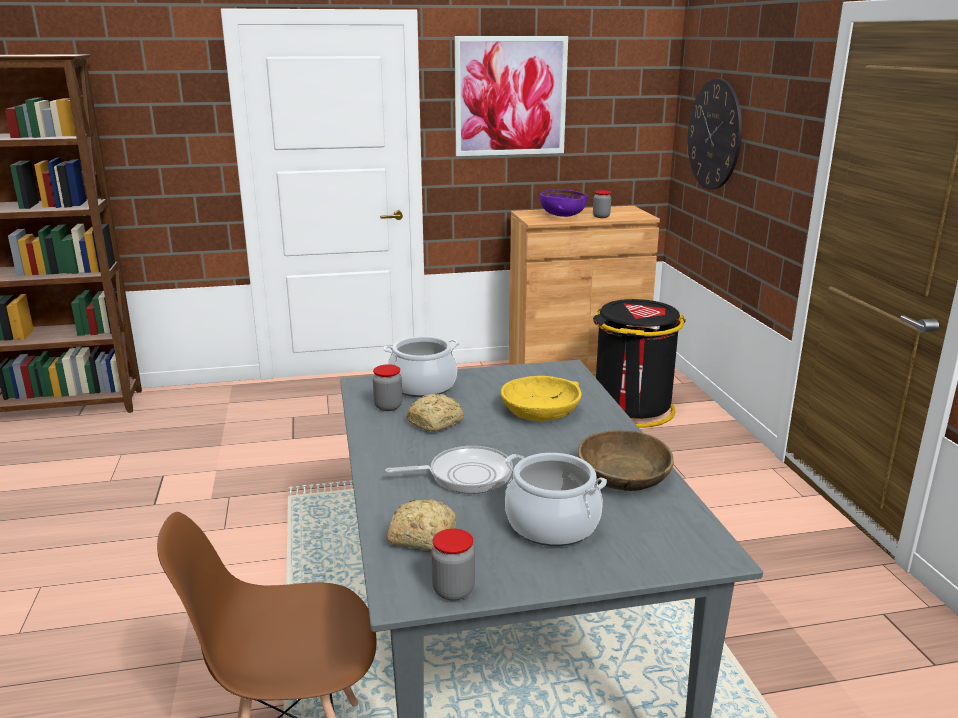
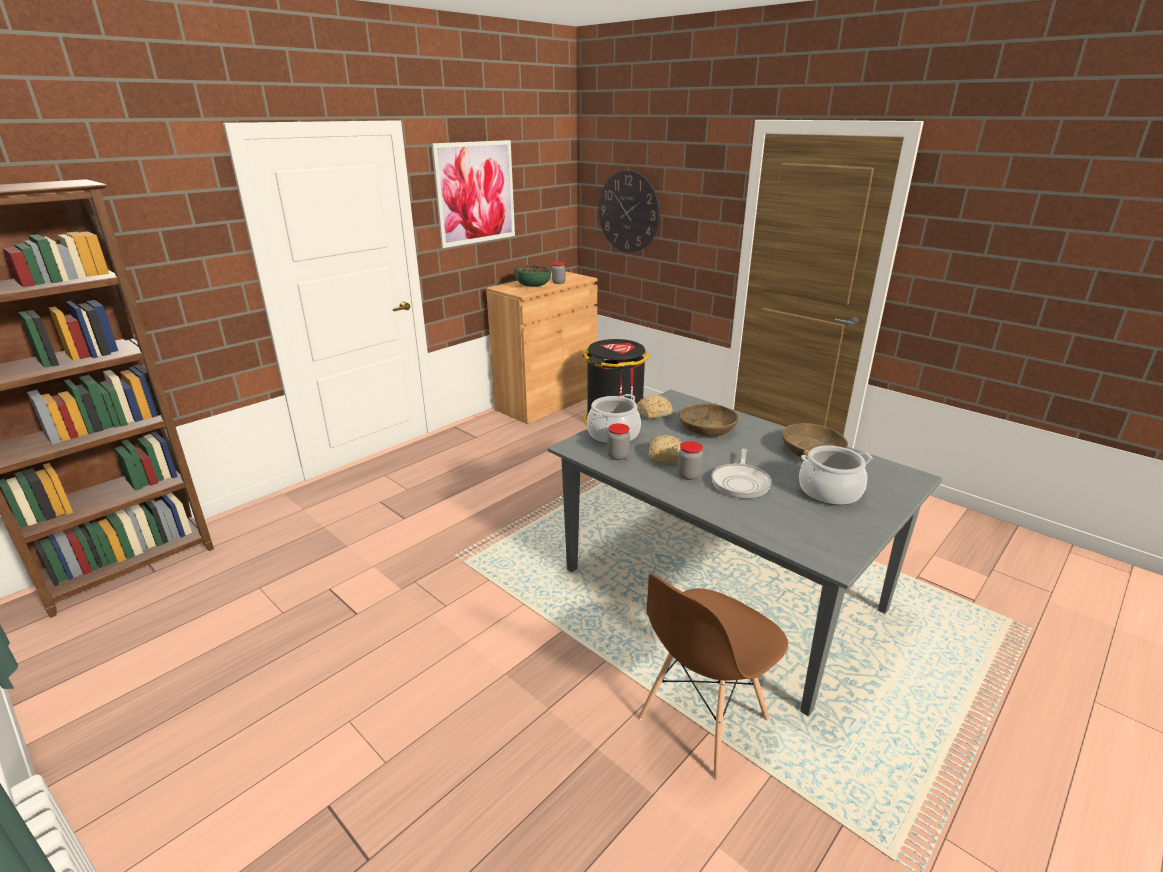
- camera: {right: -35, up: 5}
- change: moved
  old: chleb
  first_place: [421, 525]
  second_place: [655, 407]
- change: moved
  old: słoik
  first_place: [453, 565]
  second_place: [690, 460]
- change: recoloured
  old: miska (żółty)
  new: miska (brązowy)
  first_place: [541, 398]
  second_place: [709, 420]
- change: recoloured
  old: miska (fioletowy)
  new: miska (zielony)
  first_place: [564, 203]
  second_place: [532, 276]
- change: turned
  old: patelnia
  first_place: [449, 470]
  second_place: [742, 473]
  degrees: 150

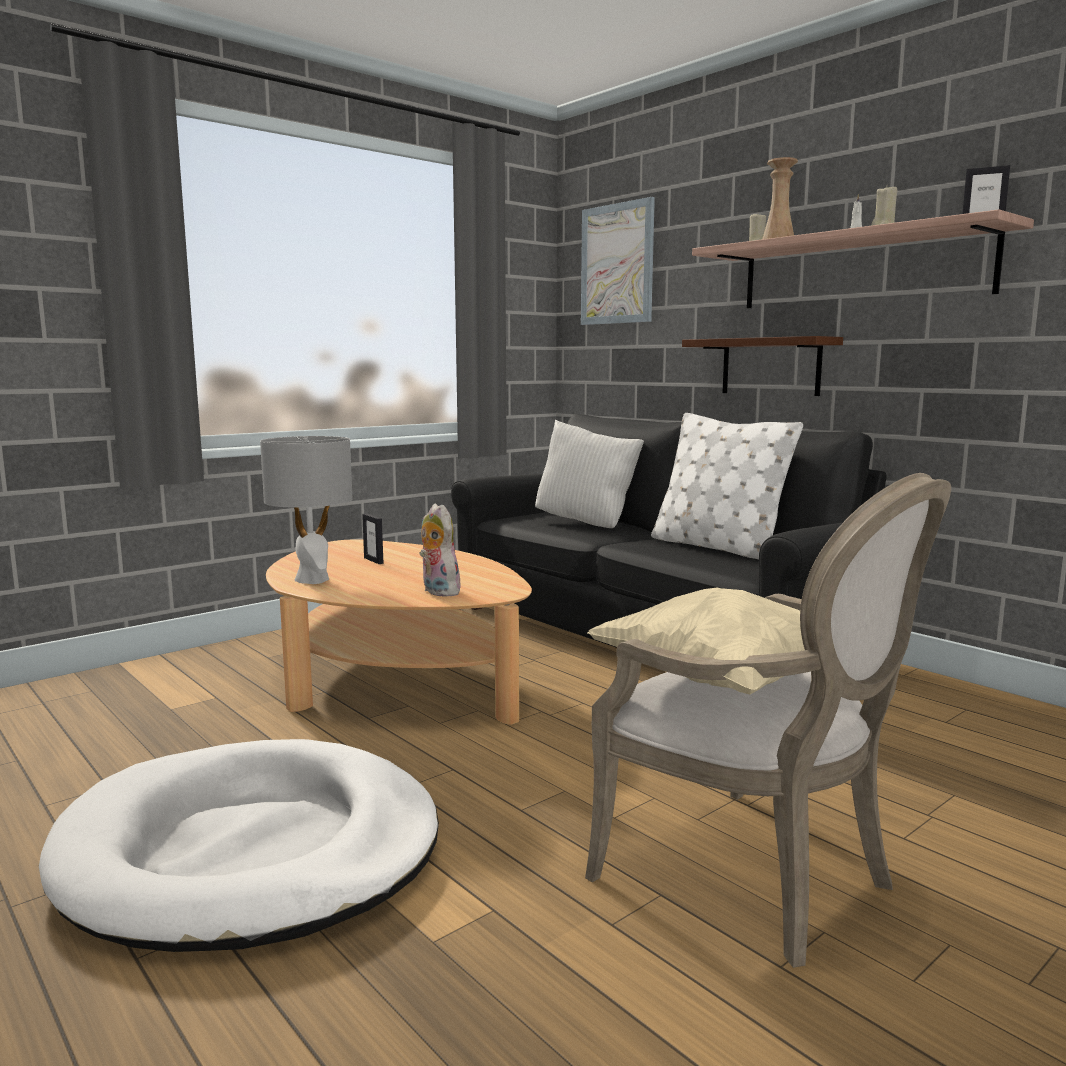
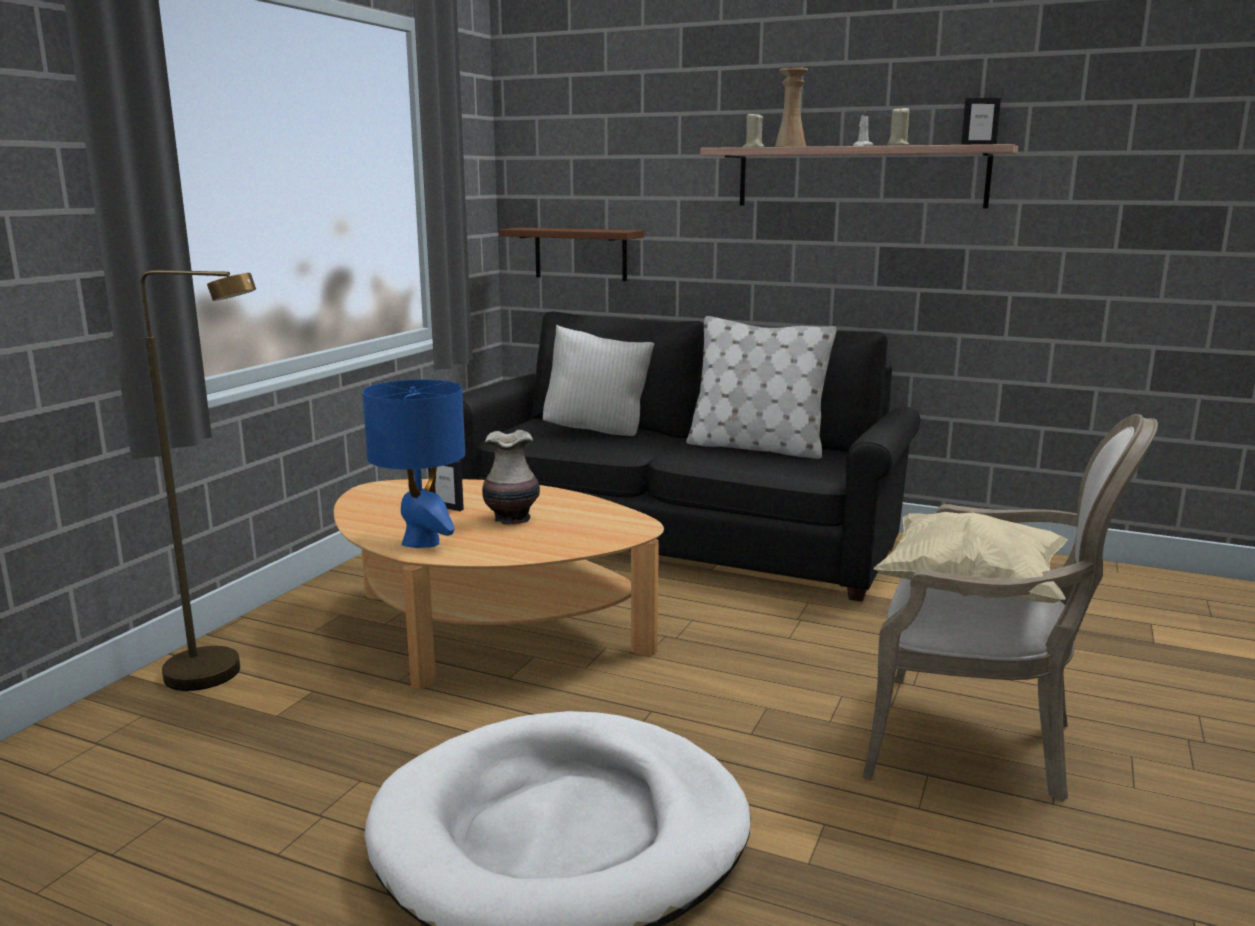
- camera: {right: -25, up: 5}
- change: removed
  old: pluszak
  first_place: [440, 550]
- change: removed
  old: obraz
  first_place: [618, 261]
- change: added
  new: lampa stojąca (brązowy)
  second_place: [198, 480]
- change: added
  new: wazon
  second_place: [511, 477]
- change: moved
  old: półka (brązowy)
  first_place: [762, 366]
  second_place: [571, 254]
- change: recoloured
  old: lampa stołowa (szary)
  new: lampa stołowa (niebieski)
  first_place: [306, 510]
  second_place: [413, 463]

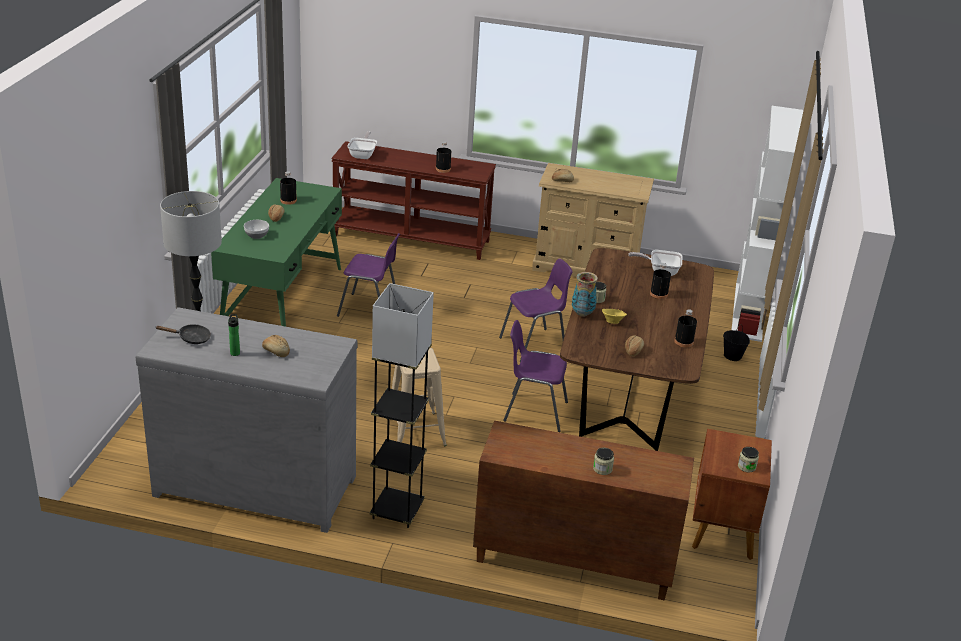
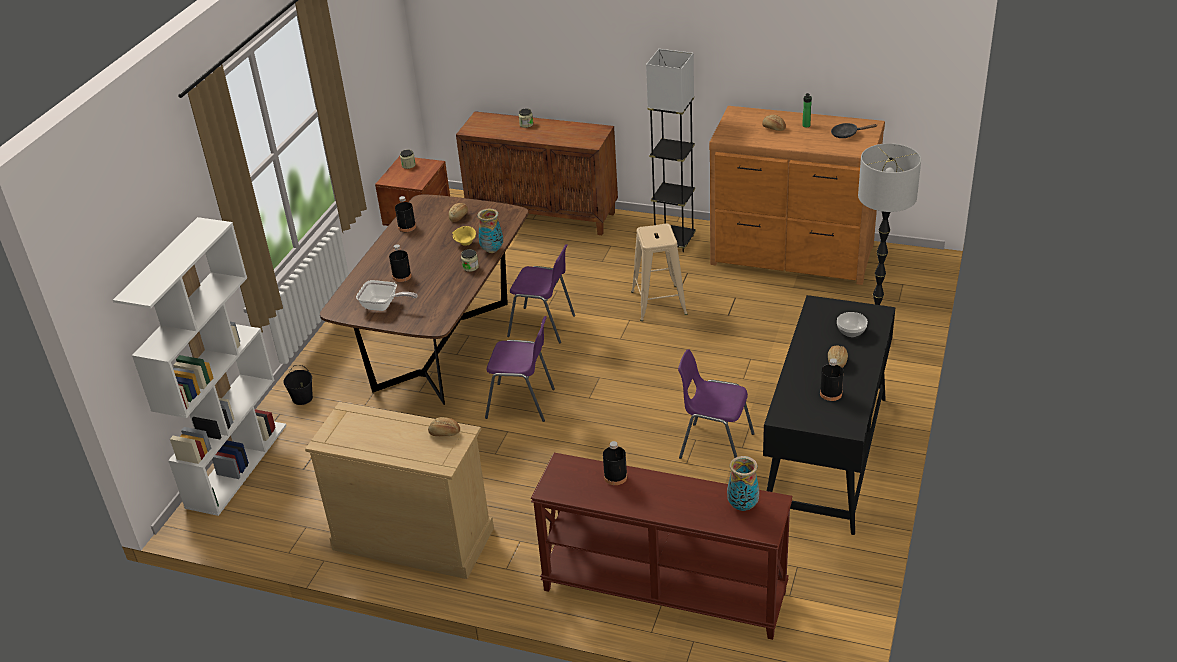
- camera: {right: -170, up: 5}
- change: replaced
  old: patelnia
  new: wazon
  first_place: [362, 145]
  second_place: [743, 483]
- change: recoloured
  old: komoda (szary)
  new: komoda (brązowy)
  first_place: [246, 420]
  second_place: [797, 195]
- change: recoloured
  old: biurko (zielony)
  new: biurko (czarny)
  first_place: [276, 252]
  second_place: [829, 415]
- change: turned
  old: krzesło (fioletowy)
  first_place: [535, 310]
  second_place: [520, 369]
  degrees: -150

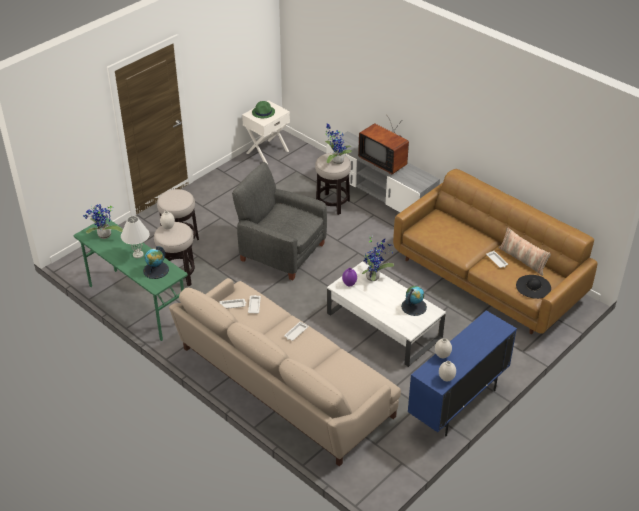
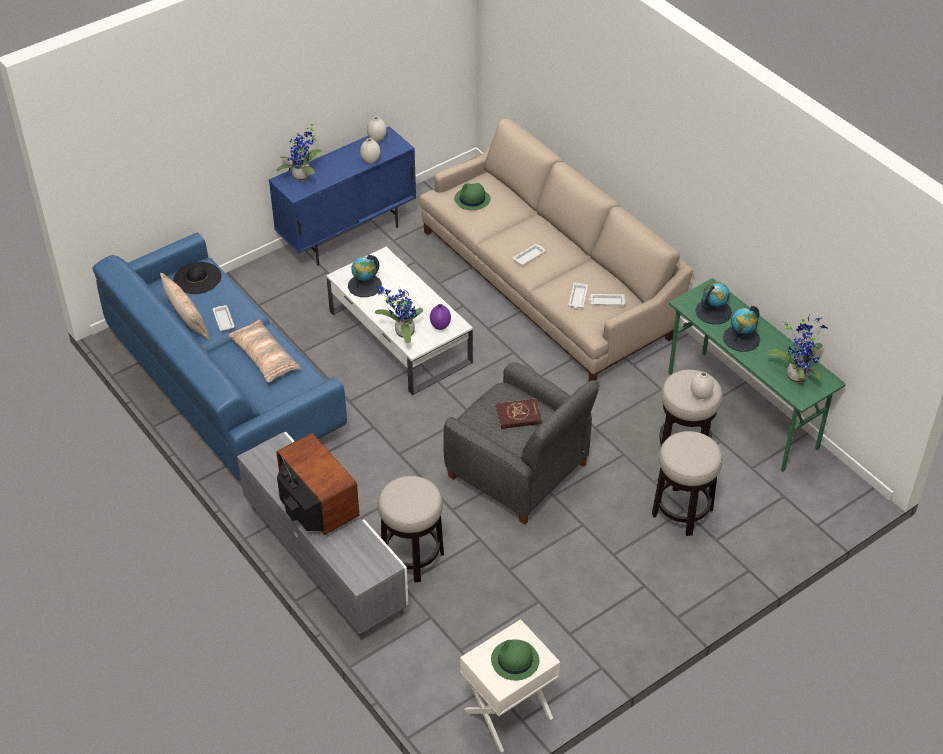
- camera: {right: -170, up: 5}
- change: added
  new: poduszka
  second_place: [264, 351]
- change: added
  new: kapelusz (zielony)
  second_place: [472, 196]
- change: added
  new: książka (czerwony)
  second_place: [519, 413]
- change: moved
  old: roślina doniczkowa
  first_place: [338, 143]
  second_place: [300, 151]
- change: replaced
  old: lampa stołowa (biały)
  new: globus
  first_place: [135, 237]
  second_place: [741, 329]
- change: recoloured
  old: kanapa (brązowy)
  new: kanapa (niebieski)
  first_place: [495, 251]
  second_place: [219, 356]

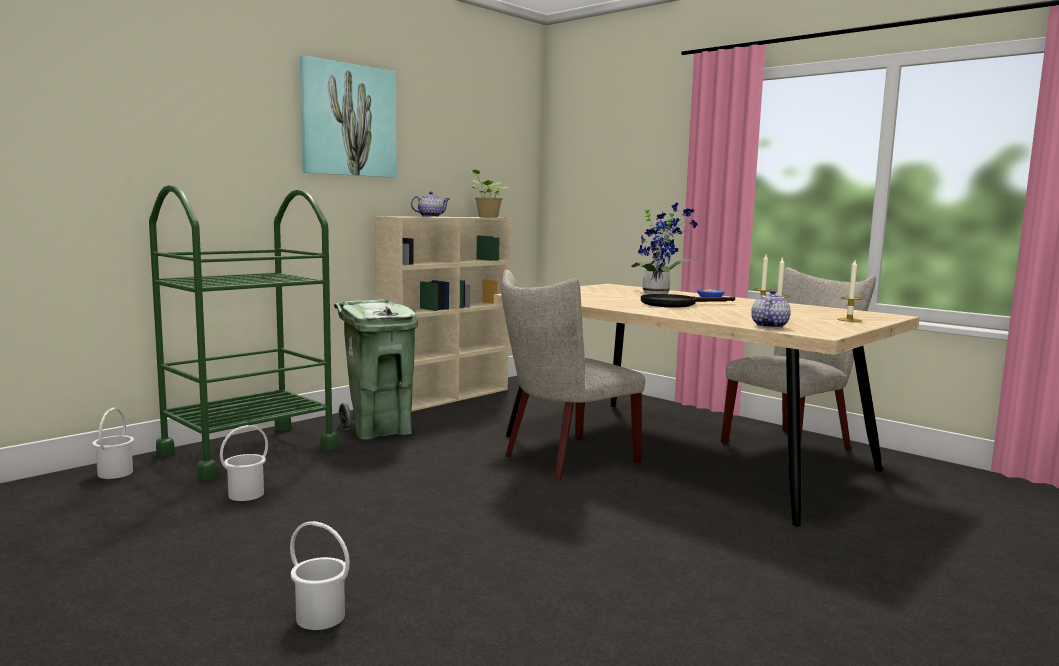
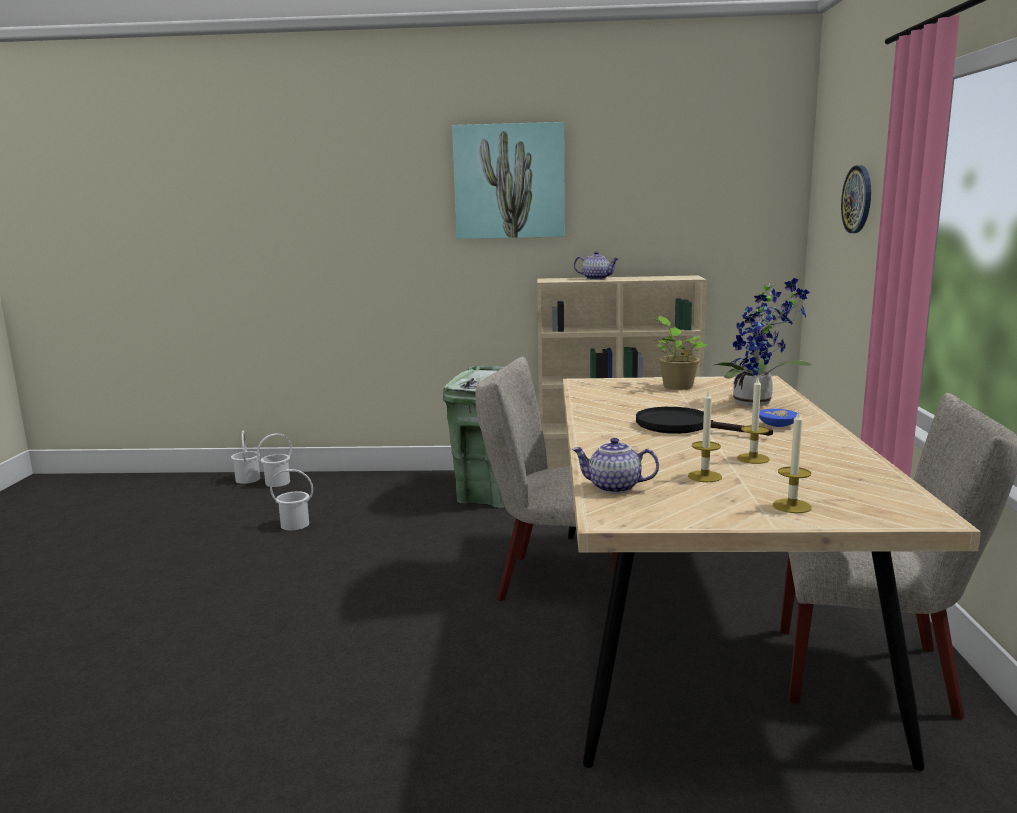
- camera: {right: 50, up: 5}
- change: removed
  old: wózek (zielony)
  first_place: [243, 333]
- change: added
  new: zegar ścienny
  second_place: [856, 199]
- change: moved
  old: wiadro (biały)
  first_place: [320, 575]
  second_place: [245, 457]
- change: moved
  old: roślina doniczkowa
  first_place: [488, 193]
  second_place: [680, 353]
- change: turned
  old: imbryk
  first_place: [771, 309]
  second_place: [615, 466]
  degrees: -150

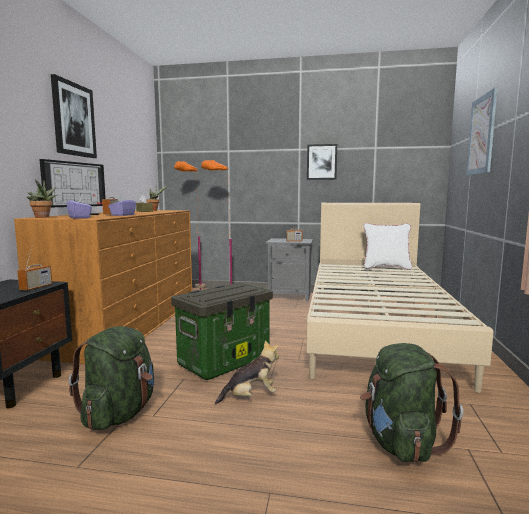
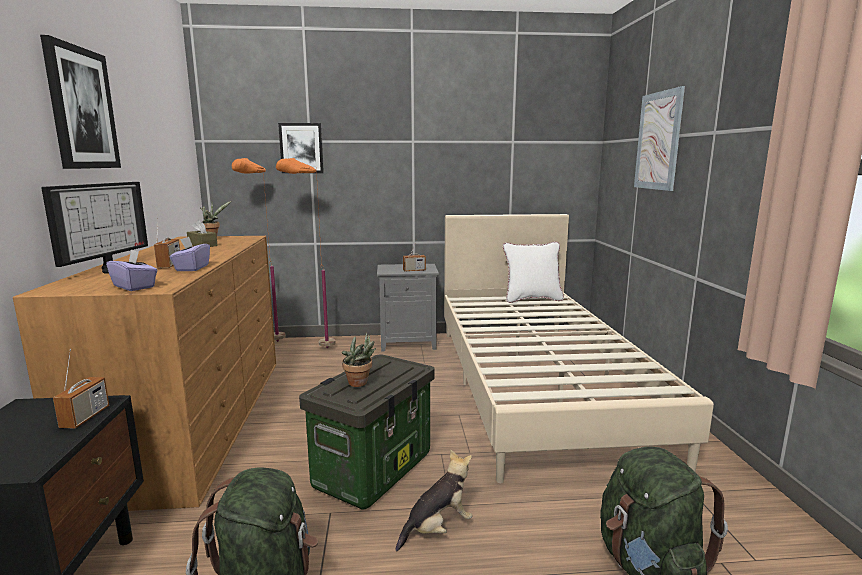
- camera: {right: -15, up: 5}
- change: moved
  old: roślina doniczkowa
  first_place: [41, 198]
  second_place: [359, 359]
- change: moved
  old: obraz
  first_place: [322, 162]
  second_place: [301, 148]

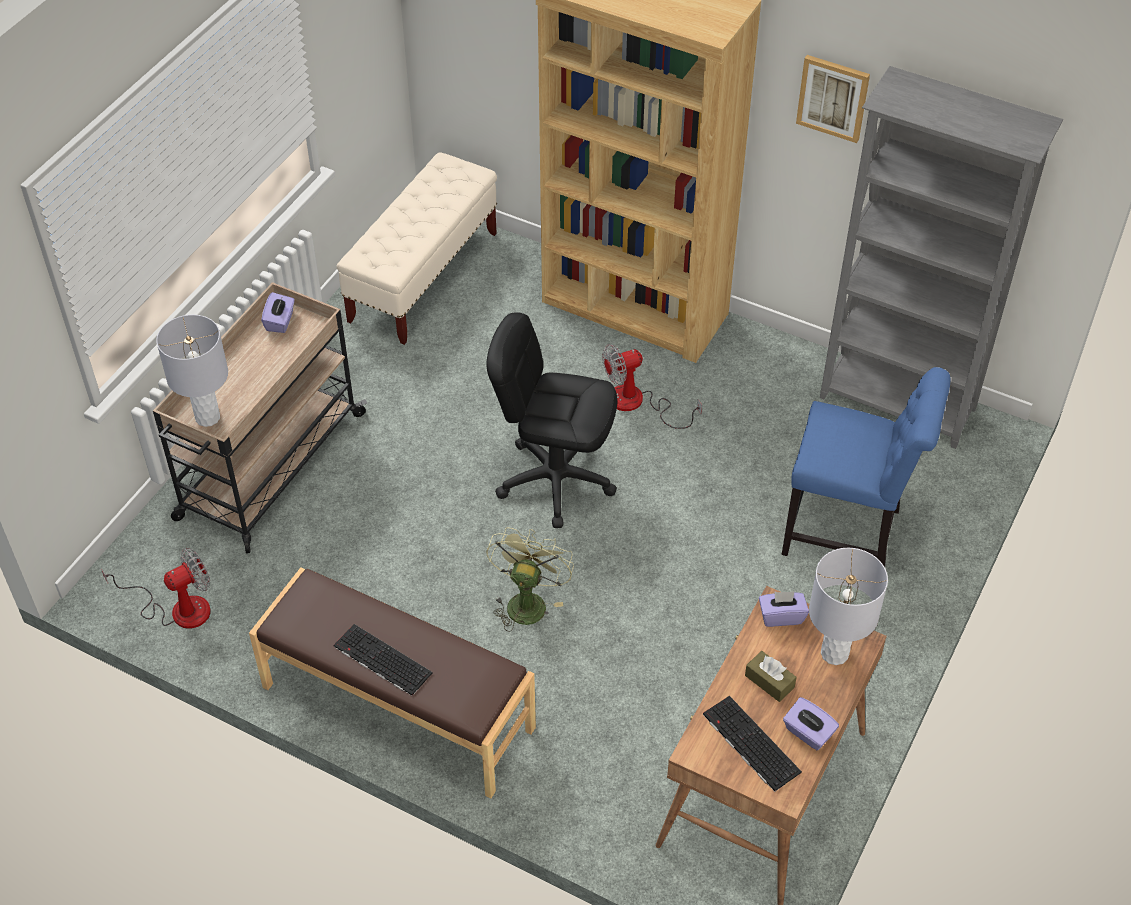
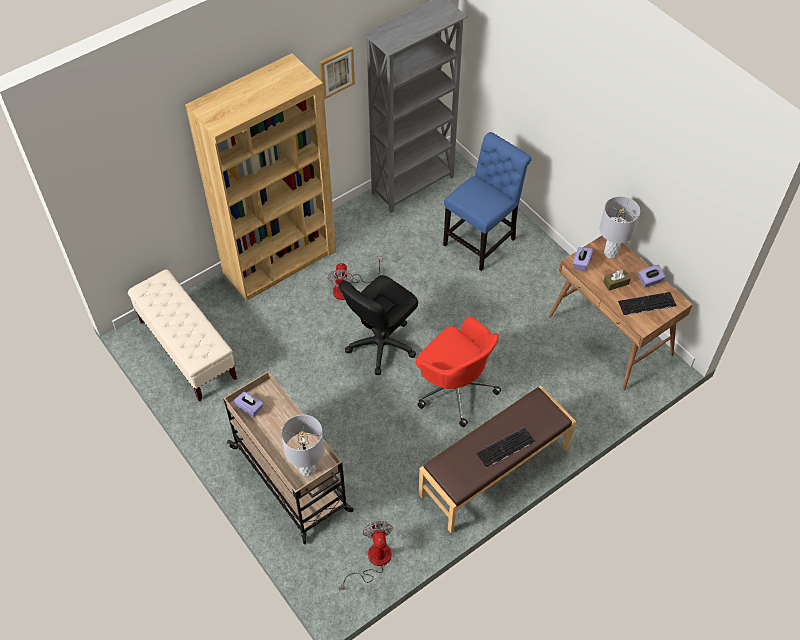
- camera: {right: -65, up: 5}
- change: replaced
  old: wentylator (zielony)
  new: krzesło biurowe (czerwony)
  first_place: [530, 579]
  second_place: [458, 371]

